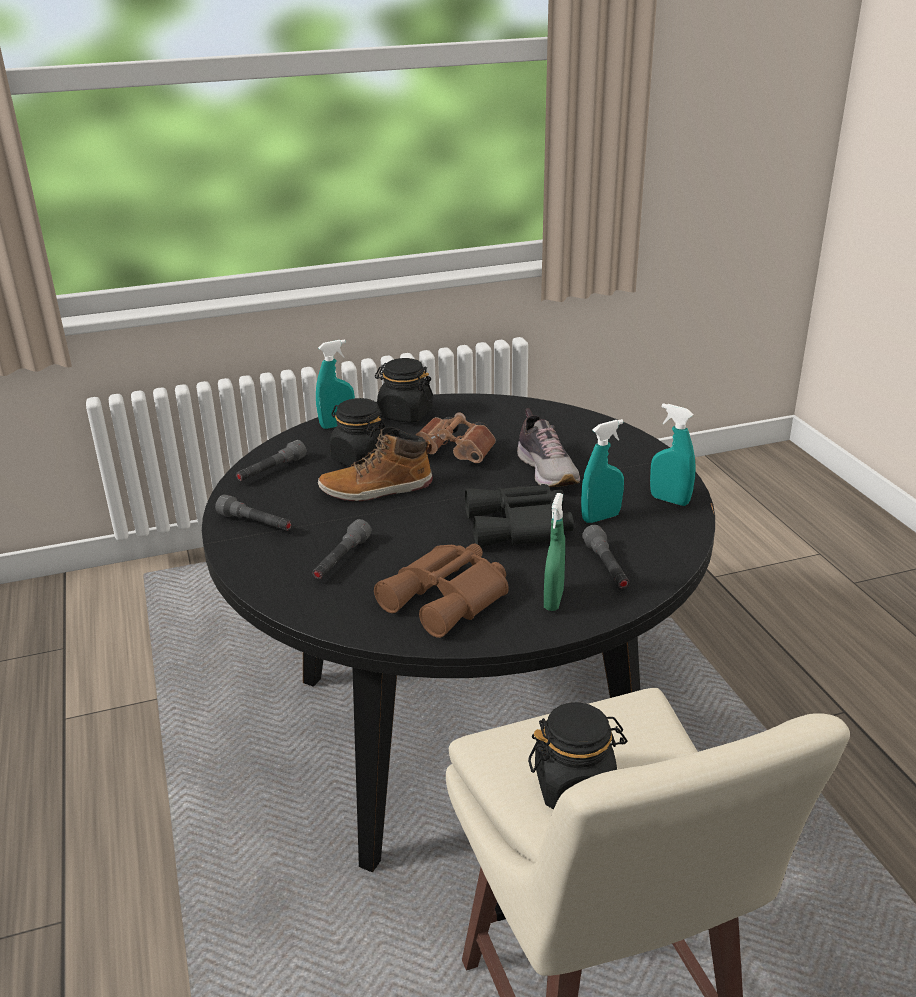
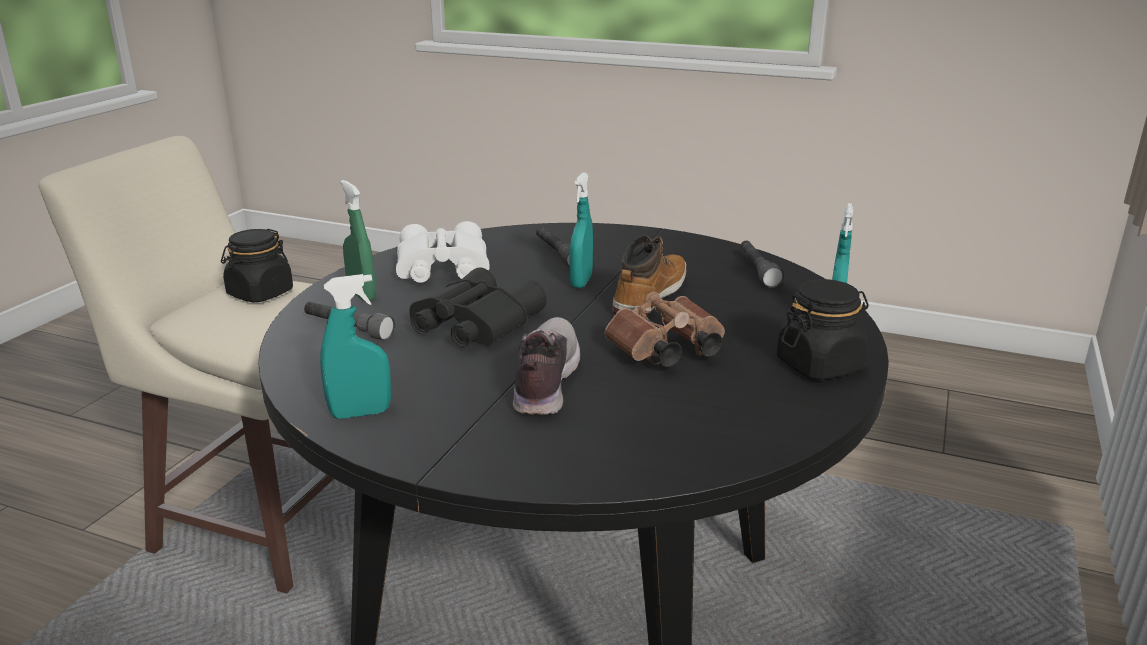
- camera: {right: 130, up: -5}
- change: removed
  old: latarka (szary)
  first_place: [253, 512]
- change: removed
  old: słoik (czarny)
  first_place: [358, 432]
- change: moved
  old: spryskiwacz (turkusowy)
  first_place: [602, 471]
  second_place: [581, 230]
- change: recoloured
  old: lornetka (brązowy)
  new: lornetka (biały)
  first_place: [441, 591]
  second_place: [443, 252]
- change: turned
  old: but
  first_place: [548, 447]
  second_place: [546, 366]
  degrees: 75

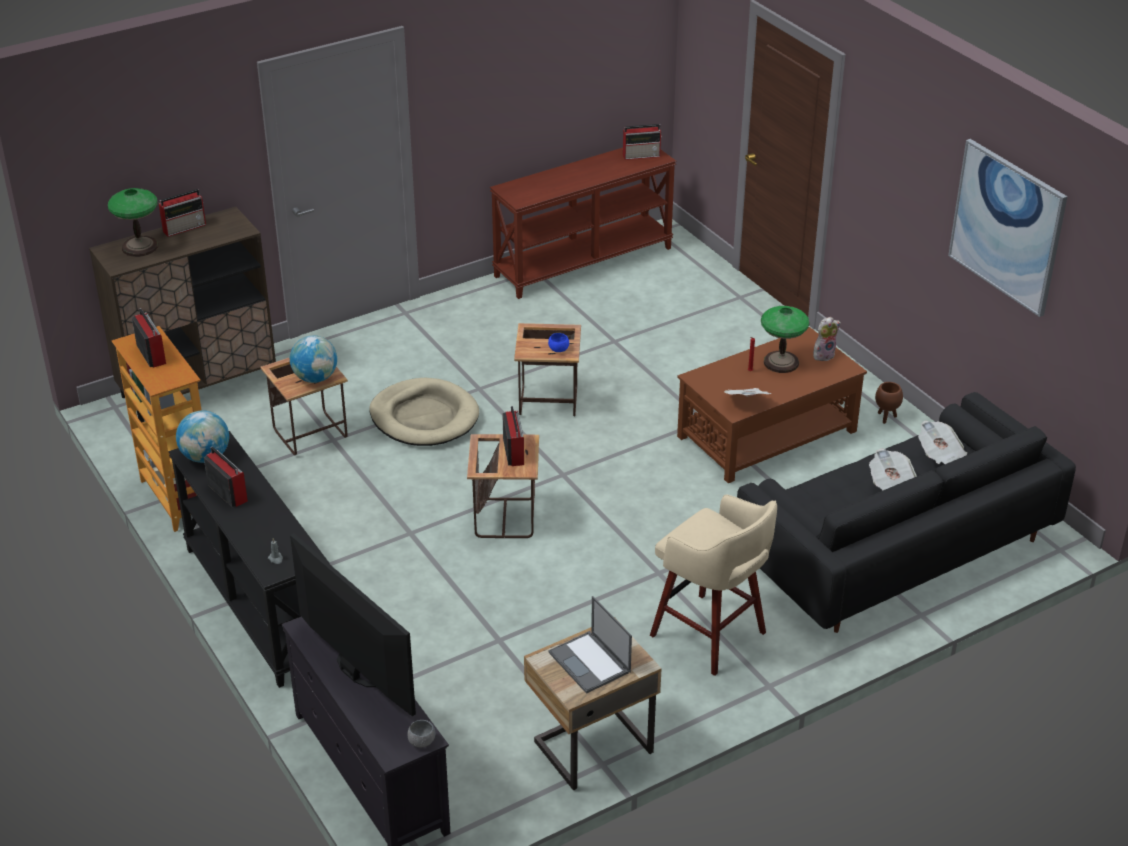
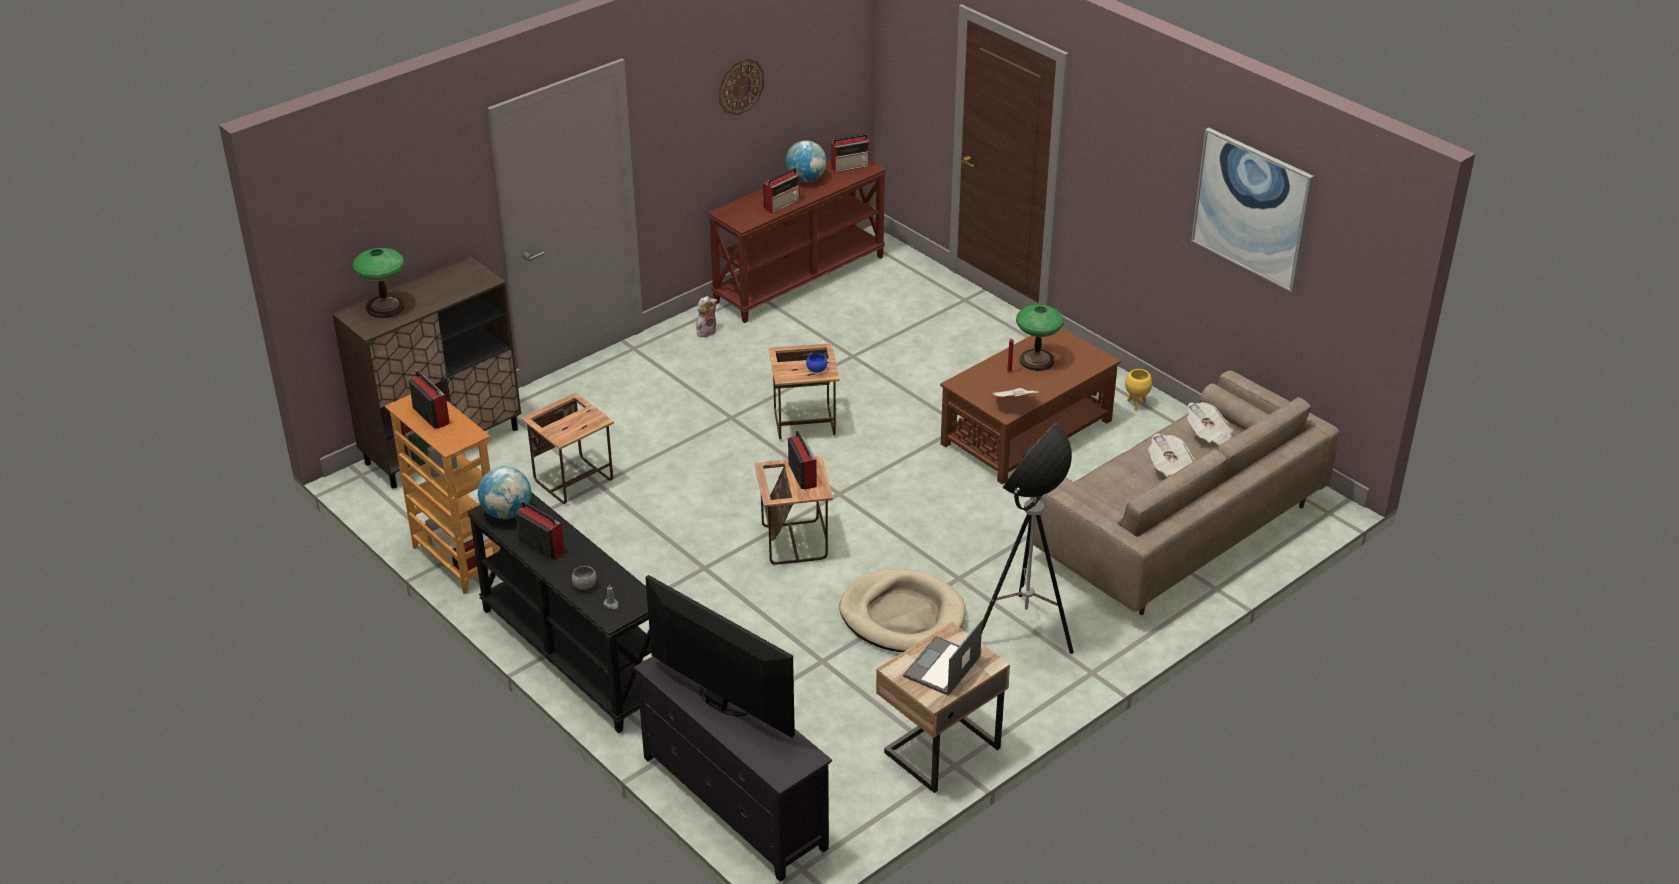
- camera: {right: -10, up: 0}
- change: added
  new: zegar ścienny
  second_place: [741, 86]
- change: moved
  old: radio
  first_place: [182, 213]
  second_place: [781, 191]
- change: moved
  old: globus
  first_place: [313, 359]
  second_place: [806, 161]
- change: moved
  old: legowisko (beżowy)
  first_place: [424, 412]
  second_place: [902, 610]
- change: moved
  old: miska (szary)
  first_place: [421, 733]
  second_place: [584, 578]
- change: moved
  old: pluszak
  first_place: [827, 339]
  second_place: [706, 316]
- change: replaced
  old: stołek (beżowy)
  new: lampa stojąca
  first_place: [713, 585]
  second_place: [1028, 538]
- change: recoloured
  old: kanapa (czarny)
  new: kanapa (beżowy)
  first_place: [906, 512]
  second_place: [1183, 492]
- change: recoloured
  old: donica (brązowy)
  new: donica (żółty)
  first_place: [889, 403]
  second_place: [1138, 389]
- change: turned
  old: laptop
  first_place: [590, 645]
  second_place: [942, 658]
  degrees: 75

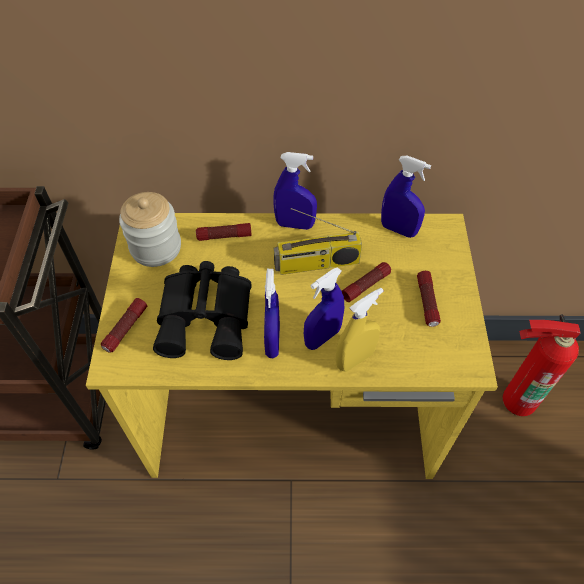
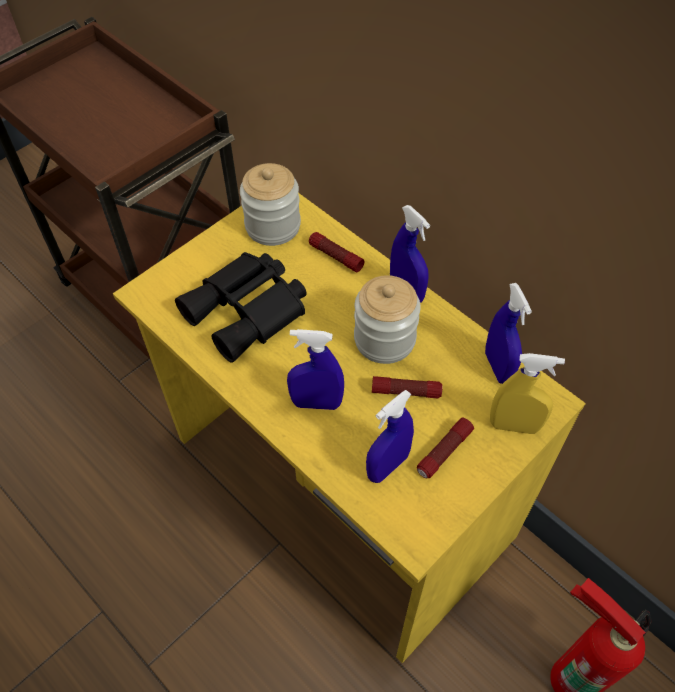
- camera: {right: 45, up: 0}
- change: removed
  old: latarka
  first_place: [124, 325]
- change: moved
  old: spryskiwacz (niebieski)
  first_place: [272, 313]
  second_place: [390, 436]
- change: moved
  old: spryskiwacz (żółty)
  first_place: [360, 330]
  second_place: [527, 393]
- change: replaced
  old: radio
  new: słoik
  first_place: [318, 241]
  second_place: [387, 319]

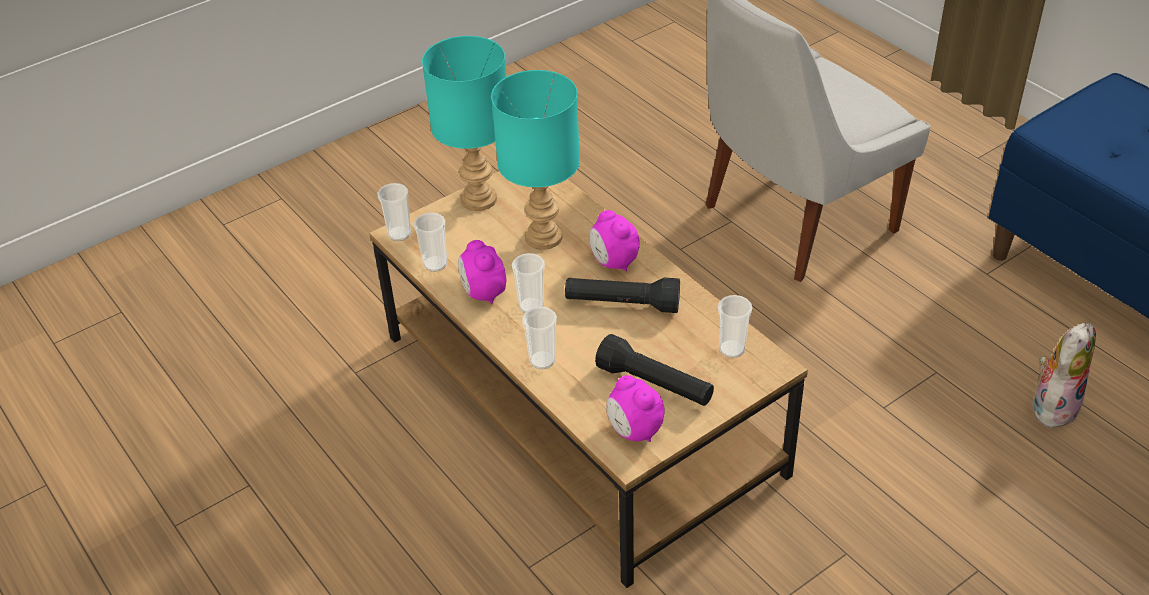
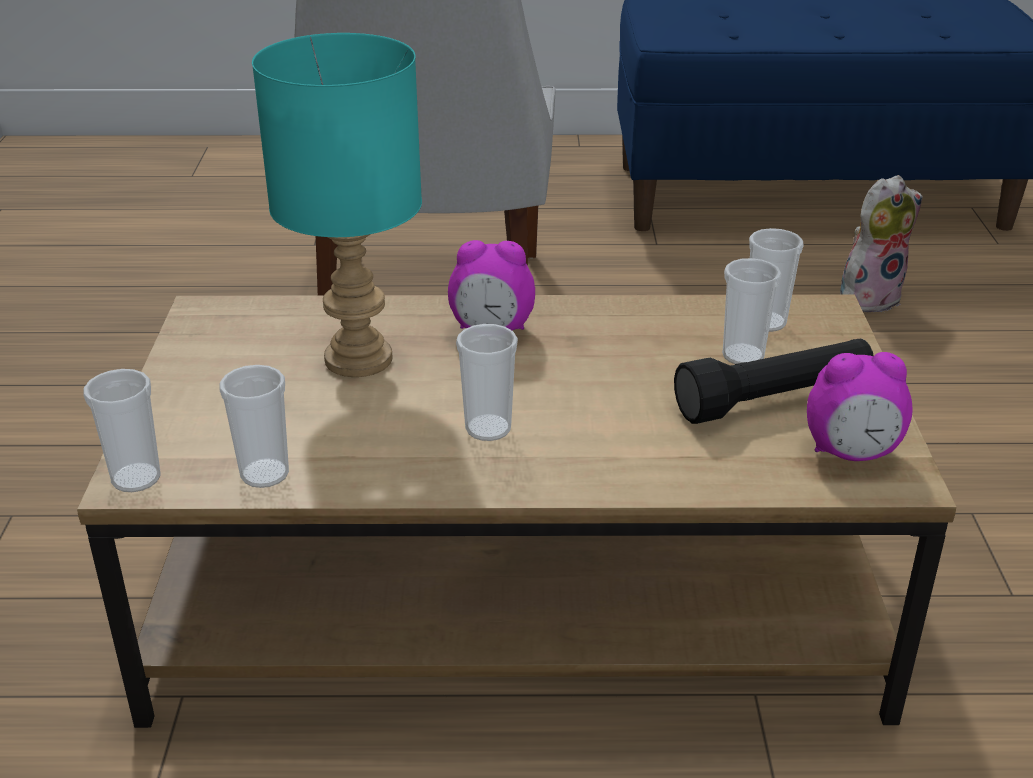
- camera: {right: -55, up: -10}
- change: removed
  old: lampa stołowa (turkusowy)
  first_place: [464, 123]
- change: removed
  old: budzik
  first_place: [482, 272]
- change: removed
  old: latarka (czarny)
  first_place: [622, 295]
- change: moved
  old: filiżanka
  first_place: [539, 338]
  second_place: [751, 311]
- change: turned
  old: pluszak
  first_place: [1065, 377]
  second_place: [881, 243]
  degrees: 75

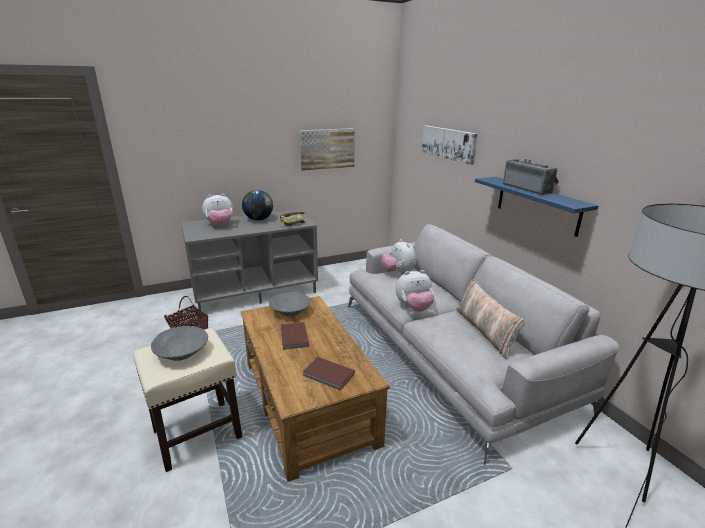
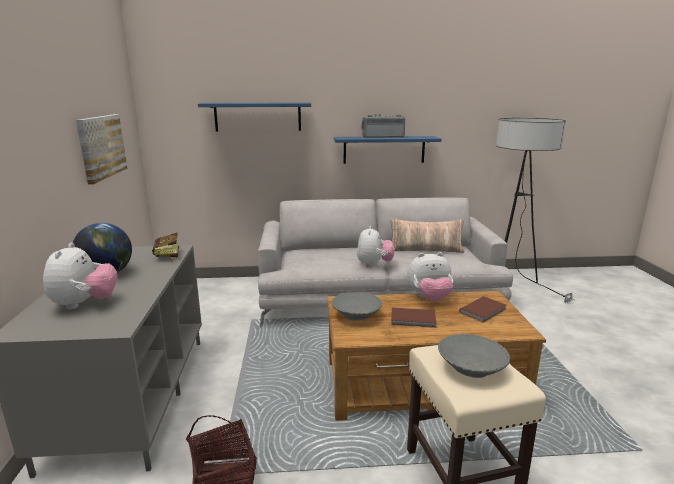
- camera: {right: -70, up: -5}
- change: moved
  old: pluszak
  first_place: [398, 256]
  second_place: [430, 277]
- change: replaced
  old: obraz
  new: półka (niebieski)
  first_place: [449, 145]
  second_place: [254, 117]

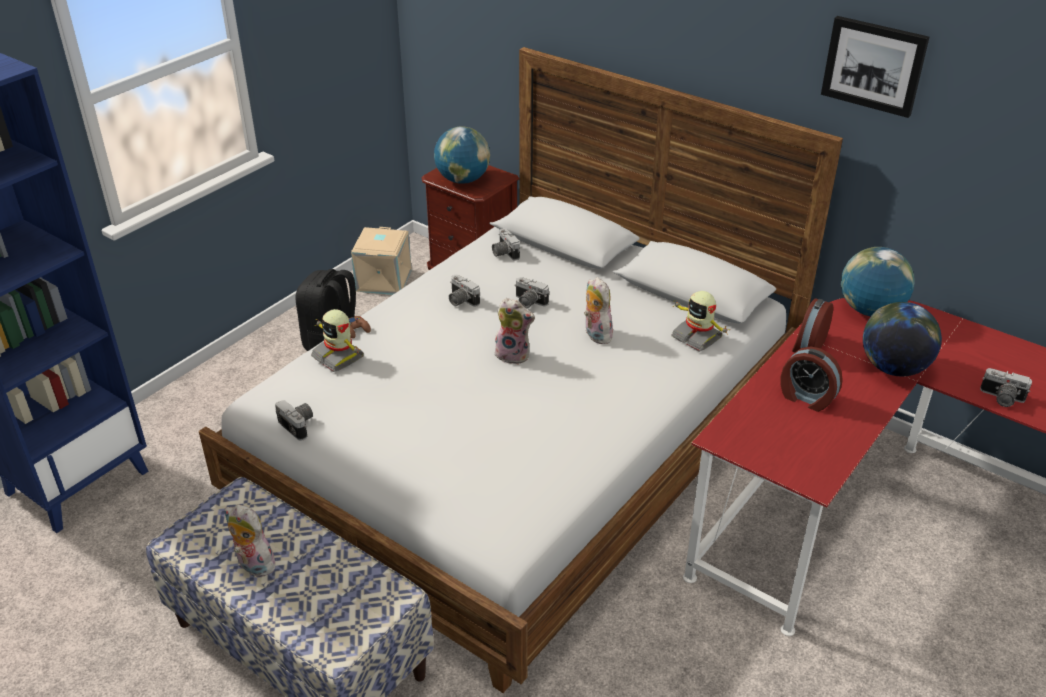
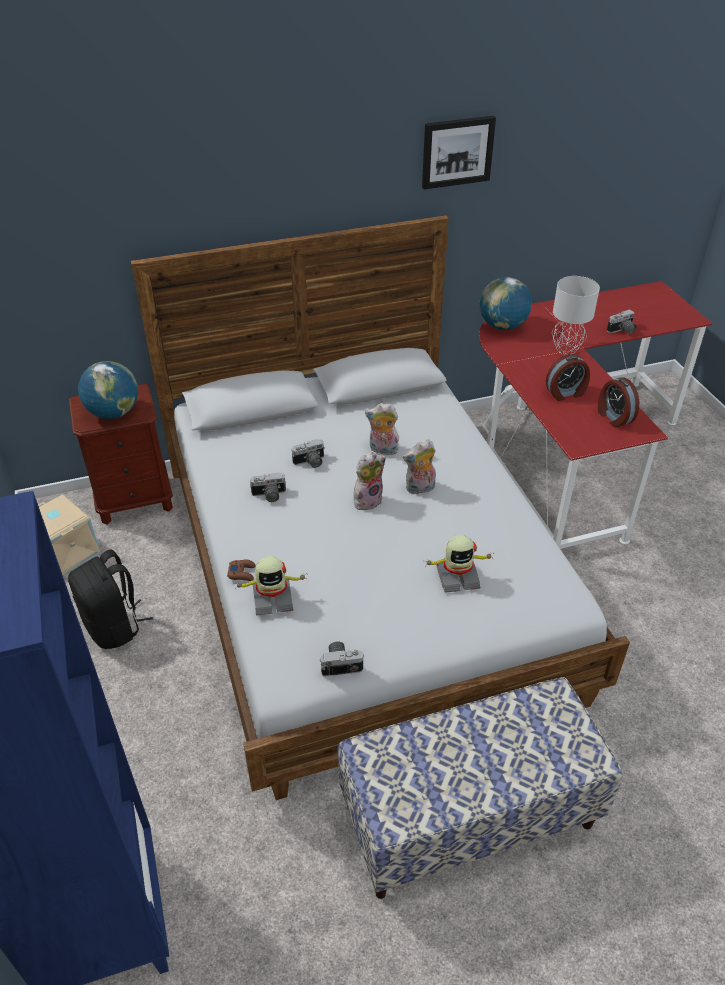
- camera: {right: -55, up: 5}
- change: removed
  old: aparat fotograficzny
  first_place: [506, 244]
- change: moved
  old: pluszak
  first_place: [250, 541]
  second_place: [419, 466]
- change: moved
  old: robot zabawkowy
  first_place: [699, 321]
  second_place: [459, 564]
- change: moved
  old: budzik
  first_place: [812, 325]
  second_place: [618, 402]
- change: replaced
  old: globus
  new: lampa stołowa (szary)
  first_place: [902, 339]
  second_place: [576, 315]

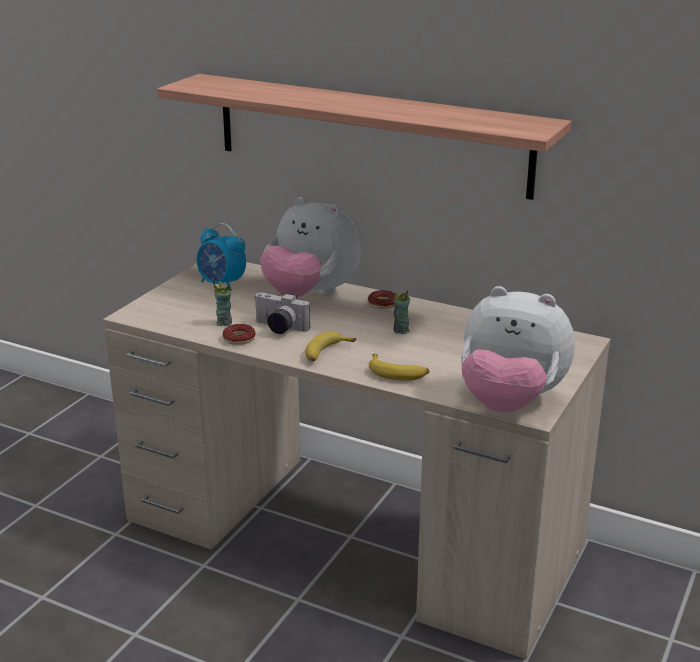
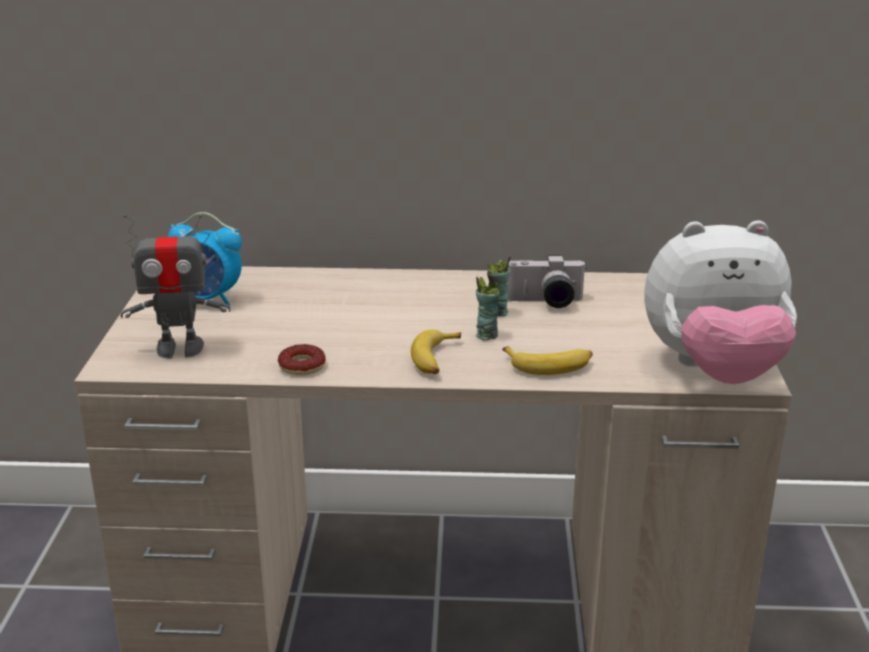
- camera: {right: -25, up: 0}
- change: removed
  old: półka
  first_place: [364, 137]
- change: removed
  old: pluszak
  first_place: [310, 247]
- change: removed
  old: donut
  first_place: [381, 299]
- change: added
  new: robot zabawkowy
  second_place: [175, 286]
- change: moved
  old: filiżanka
  first_place: [222, 303]
  second_place: [488, 308]
- change: moved
  old: aparat fotograficzny
  first_place: [282, 313]
  second_place: [547, 281]

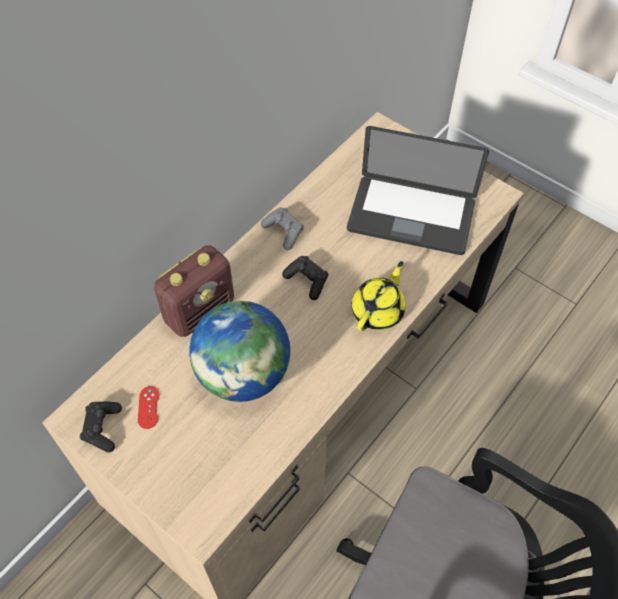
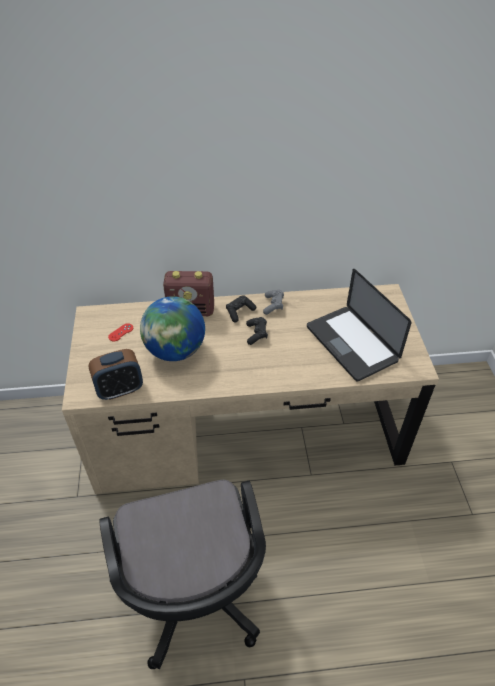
- camera: {right: 45, up: -10}
- change: removed
  old: imbryk (żółty)
  first_place: [378, 296]
- change: added
  new: budzik
  second_place: [115, 374]
- change: moved
  old: pad do gier (czarny)
  first_place: [101, 427]
  second_place: [241, 309]

